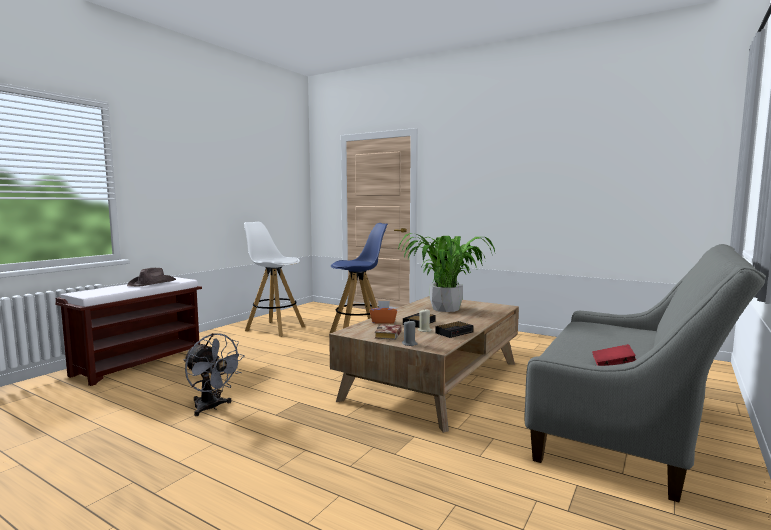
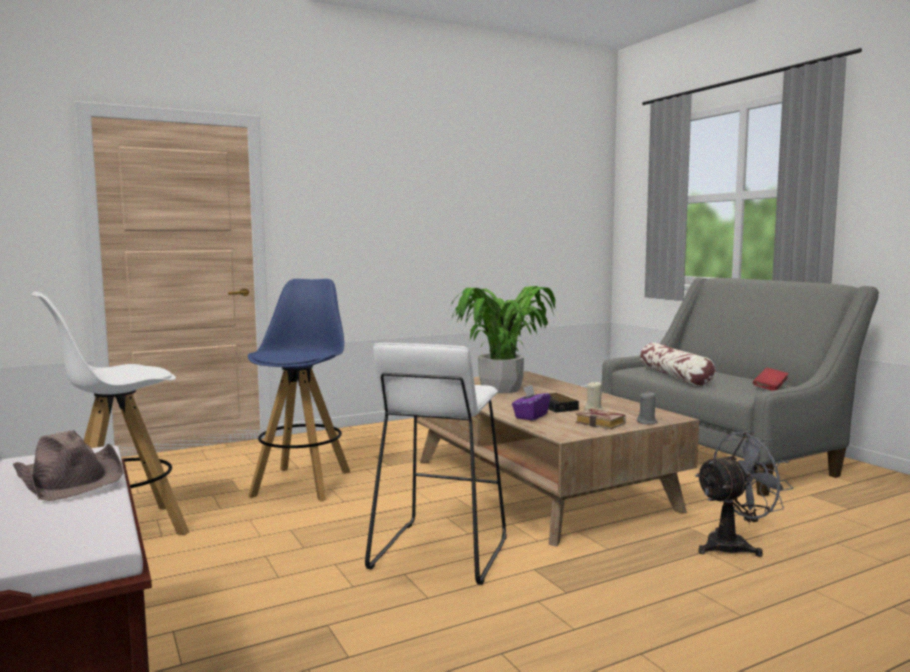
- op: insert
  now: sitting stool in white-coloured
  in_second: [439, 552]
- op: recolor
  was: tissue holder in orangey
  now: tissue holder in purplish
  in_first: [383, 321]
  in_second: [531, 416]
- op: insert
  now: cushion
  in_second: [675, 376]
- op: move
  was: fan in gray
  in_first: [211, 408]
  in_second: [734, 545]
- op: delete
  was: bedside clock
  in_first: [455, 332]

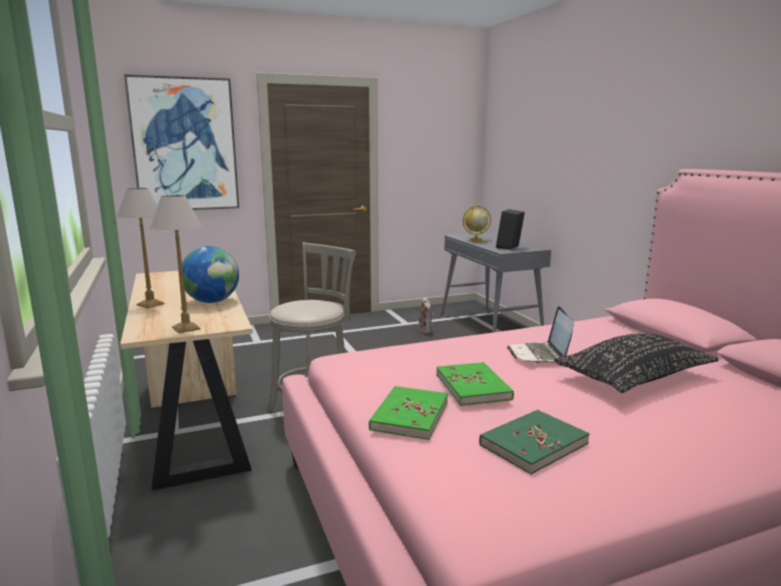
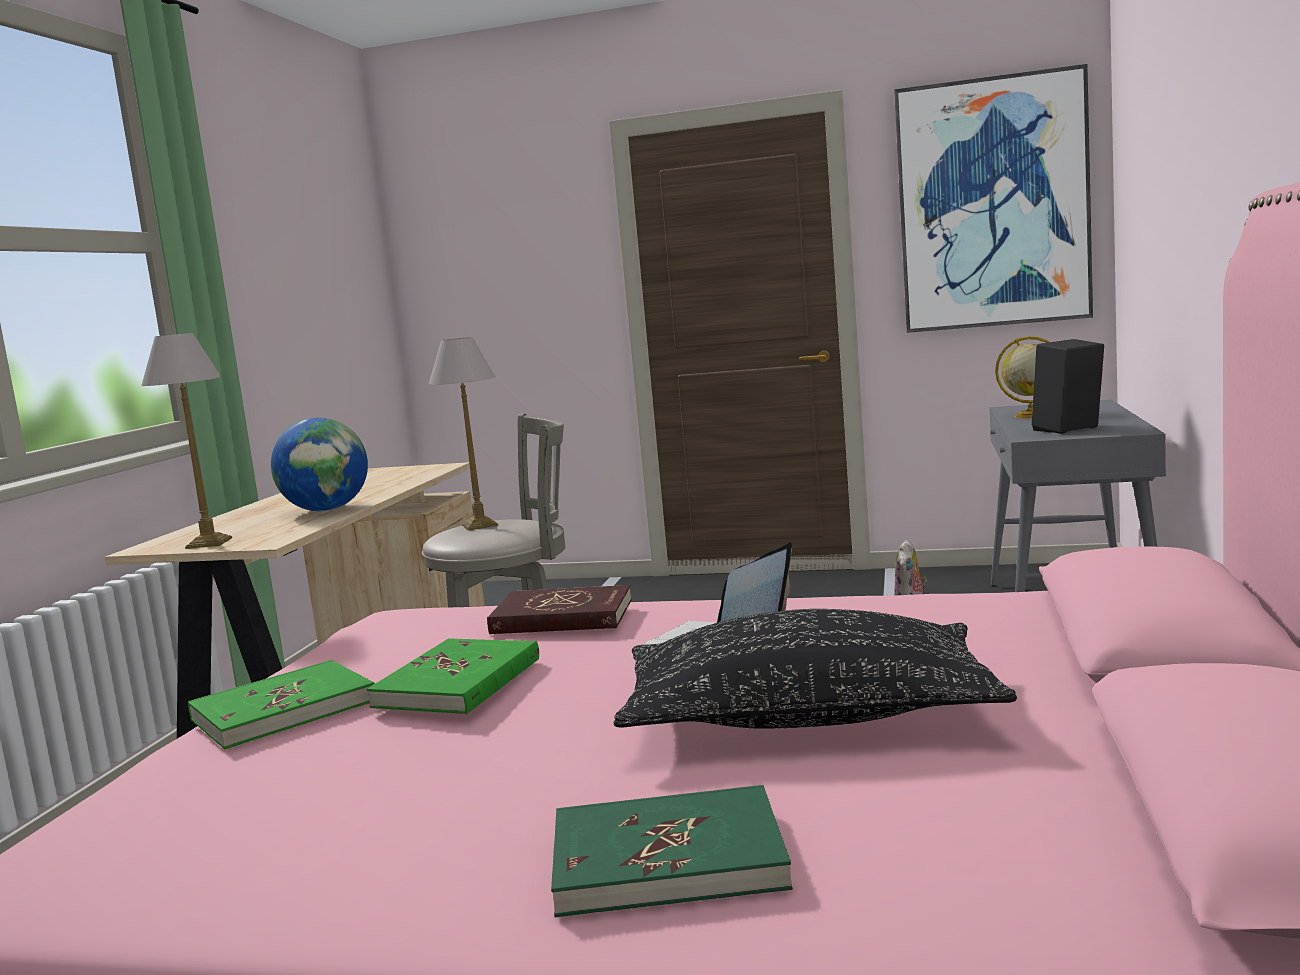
- op: move
  was: tabletop lamp
  in_first: [151, 304]
  in_second: [481, 525]
- op: insert
  now: book in reddish
  in_second: [562, 617]
- op: move
  was: book in greenish
  in_first: [533, 444]
  in_second: [668, 859]
- op: move
  was: picture
  in_first: [184, 145]
  in_second: [992, 204]

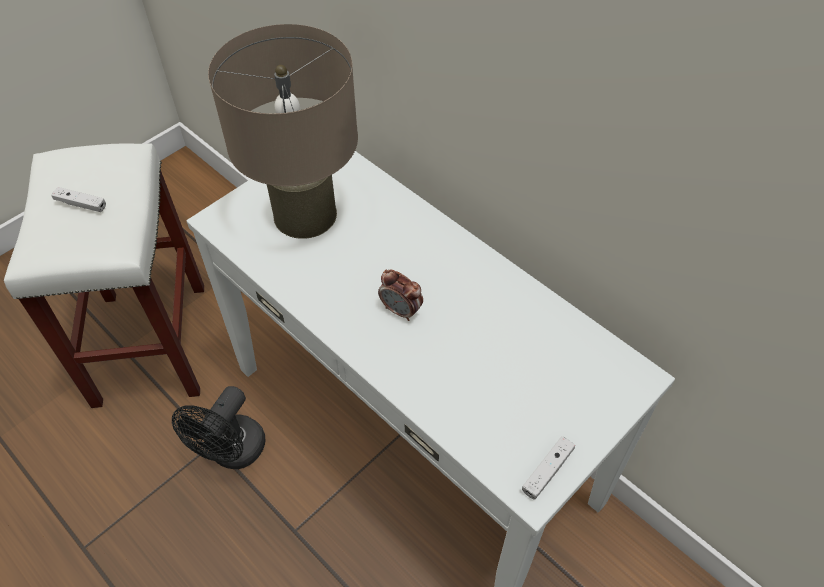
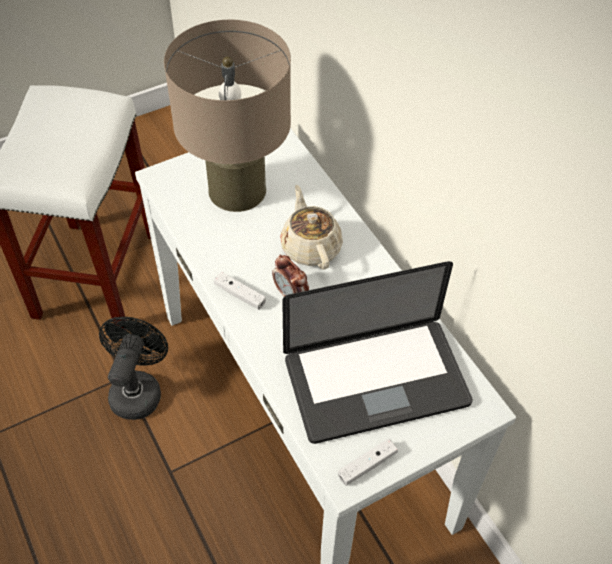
- op: rotate
  was: fan in black
  in_first: [232, 453]
  in_second: [138, 389]
  clockwise: 150
- op: move
  was: game controller in white-coloured
  in_first: [81, 204]
  in_second: [240, 295]
- op: insert
  now: tea pot in beige
  in_second: [310, 246]
- op: insert
  now: laptop
  in_second: [376, 381]

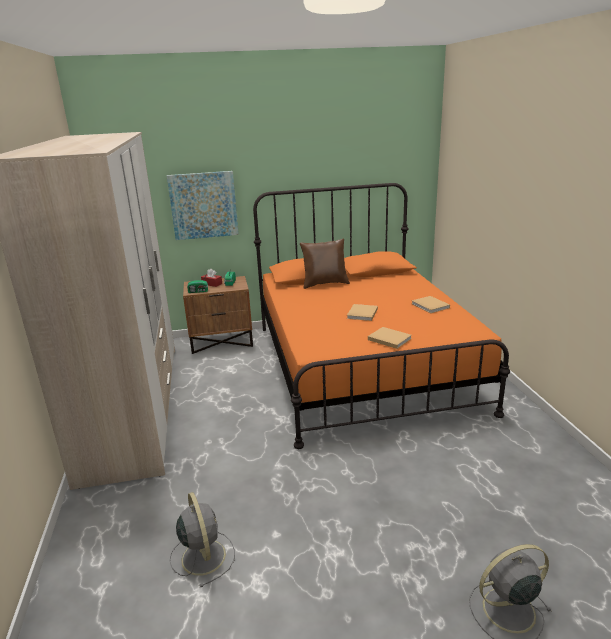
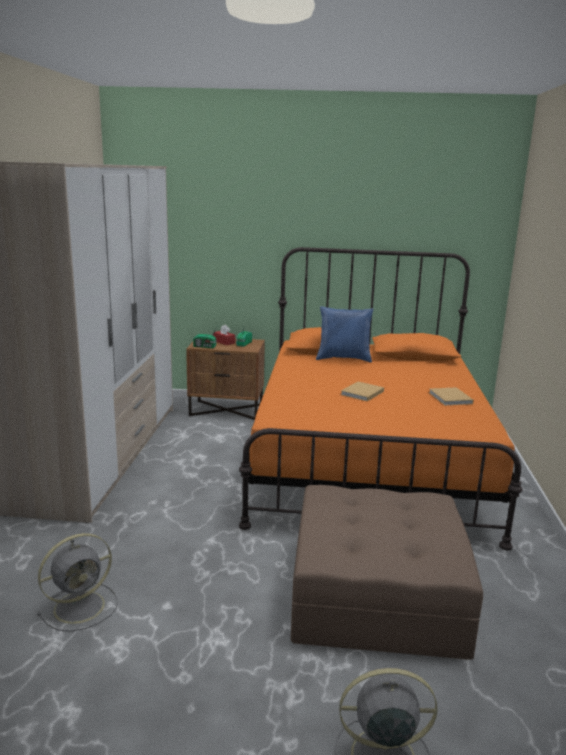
- op: rotate
  was: fan in gray
  in_first: [203, 555]
  in_second: [81, 606]
  clockwise: 60
- op: insert
  now: pouffe in brown
  in_second: [378, 593]
- op: recolor
  was: cushion in brown
  now: cushion in blue
  in_first: [325, 284]
  in_second: [344, 359]
- op: delete
  was: picture
  in_first: [203, 205]
- op: delete
  was: book in beige
  in_first: [388, 339]

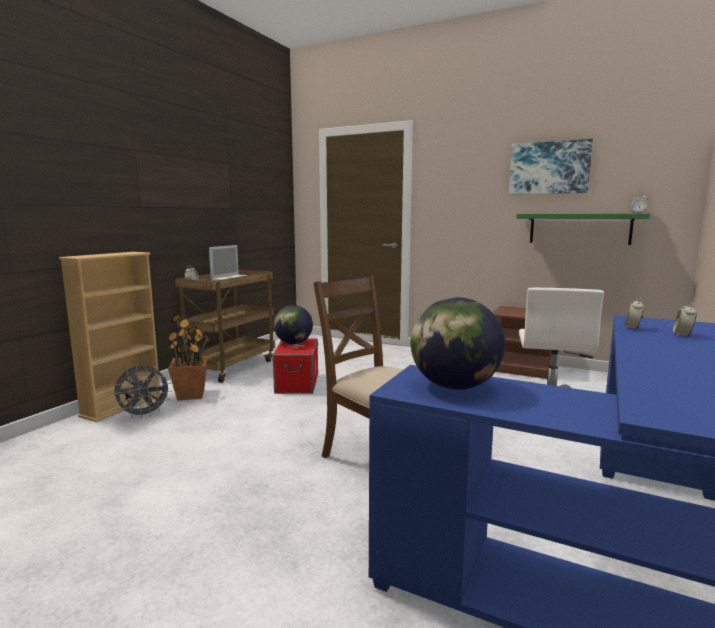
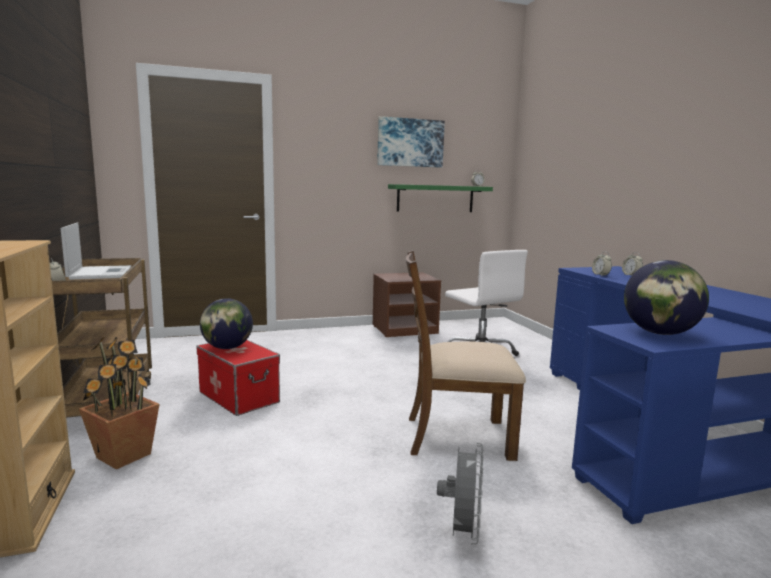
- op: move
  was: fan in gray
  in_first: [144, 415]
  in_second: [462, 532]

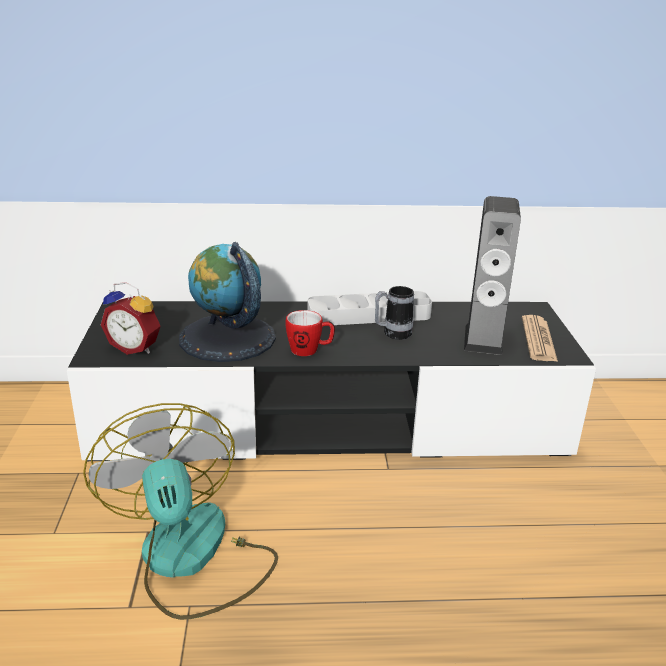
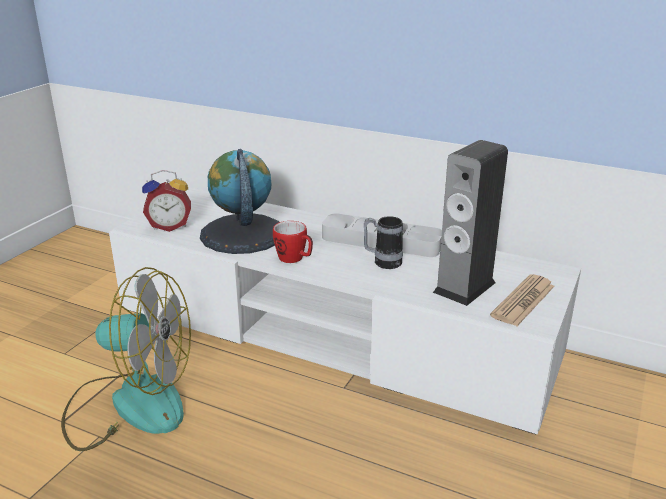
- op: rotate
  was: fan
  in_first: [191, 559]
  in_second: [130, 403]
  clockwise: 90
- op: recolor
  was: media console in black
  now: media console in white-coloured
  in_first: [330, 421]
  in_second: [333, 333]
- op: rotate
  was: bedside clock
  in_first: [135, 347]
  in_second: [170, 226]
  clockwise: -60

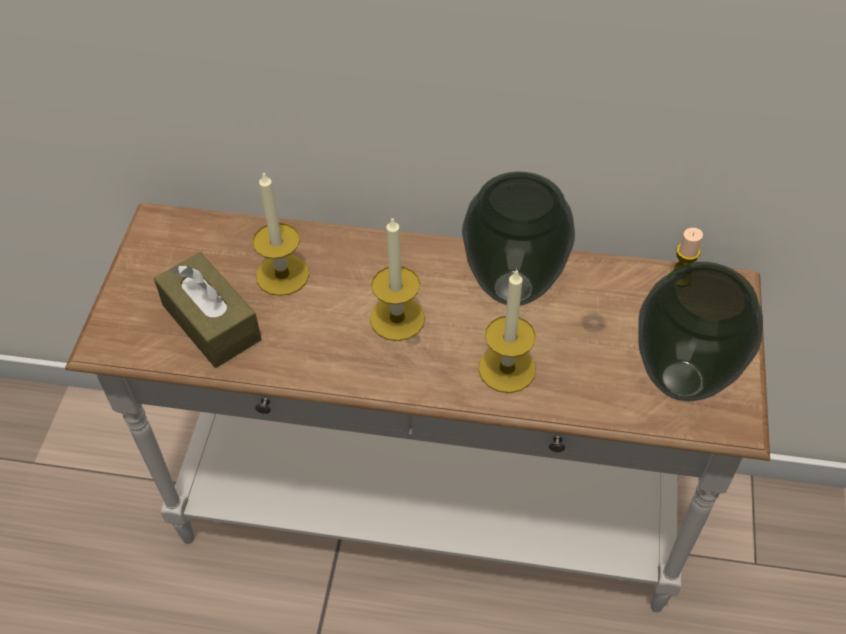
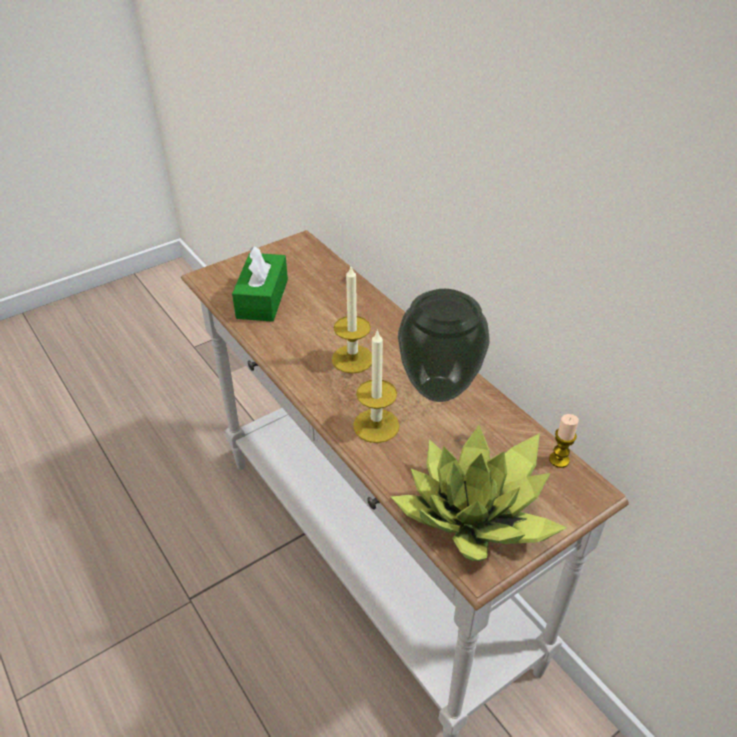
- op: recolor
  was: tissue holder in brown
  now: tissue holder in greenish
  in_first: [211, 322]
  in_second: [262, 298]
- op: replace
  was: decorative vase
  now: potted plant
  in_first: [683, 379]
  in_second: [477, 514]
- op: delete
  was: wax candle
  in_first: [282, 275]

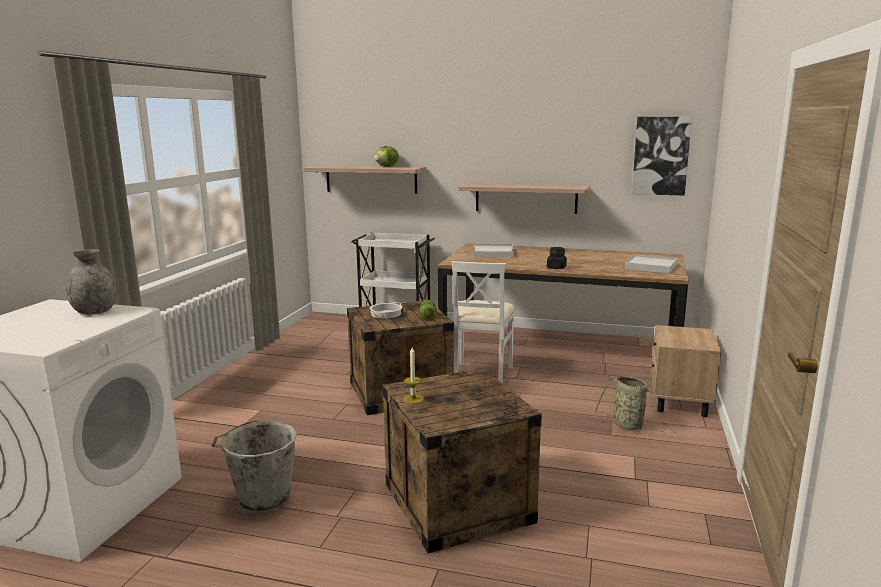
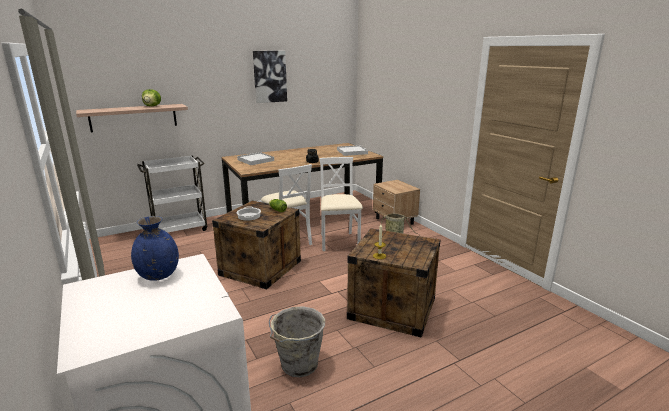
- op: recolor
  was: decorative vase in gray
  now: decorative vase in blue
  in_first: [94, 312]
  in_second: [158, 275]
- op: move
  was: picture
  in_first: [660, 156]
  in_second: [269, 76]
- op: insert
  now: upright chair in white-coloured
  in_second: [339, 242]
- op: delete
  was: bracket shelf
  in_first: [525, 198]

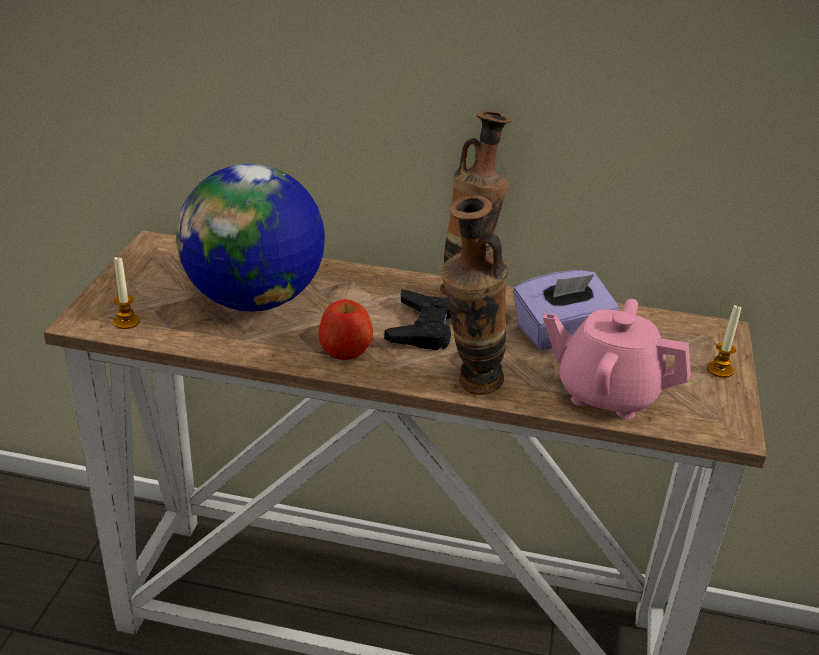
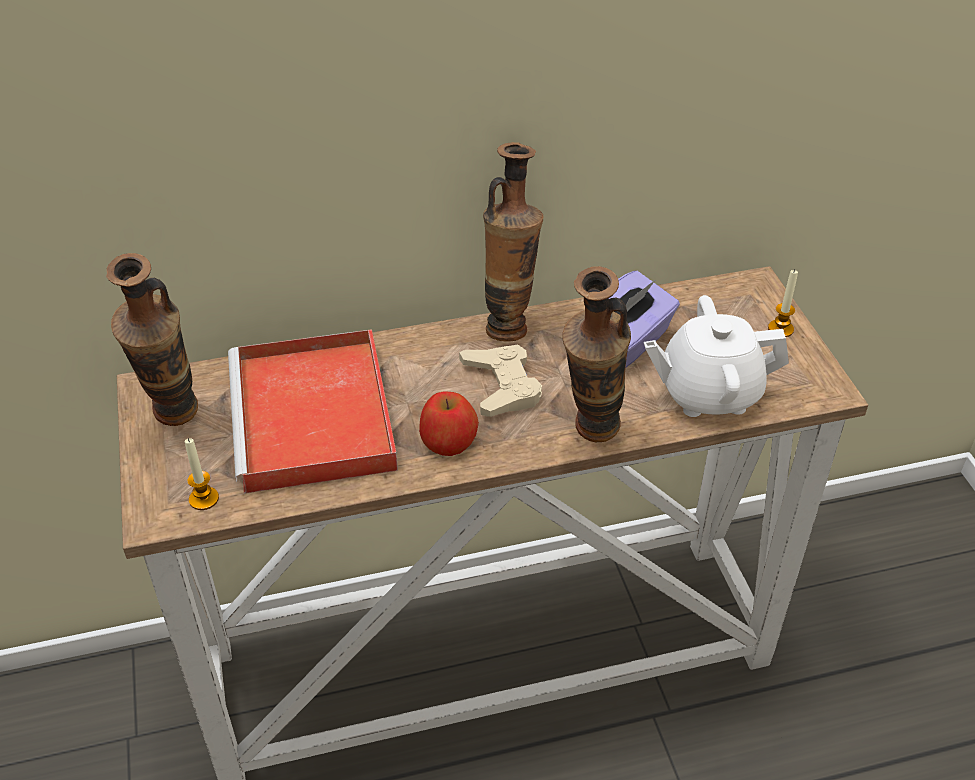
- op: insert
  now: decorative vase
  in_second: [175, 422]
- op: replace
  was: globe
  now: serving tray in reddish
  in_first: [254, 300]
  in_second: [314, 418]
- op: recolor
  was: game controller in black
  now: game controller in beige
  in_first: [423, 328]
  in_second: [501, 386]
- op: recolor
  was: tea pot in pink-coloured
  now: tea pot in white-coloured
  in_first: [606, 393]
  in_second: [708, 393]

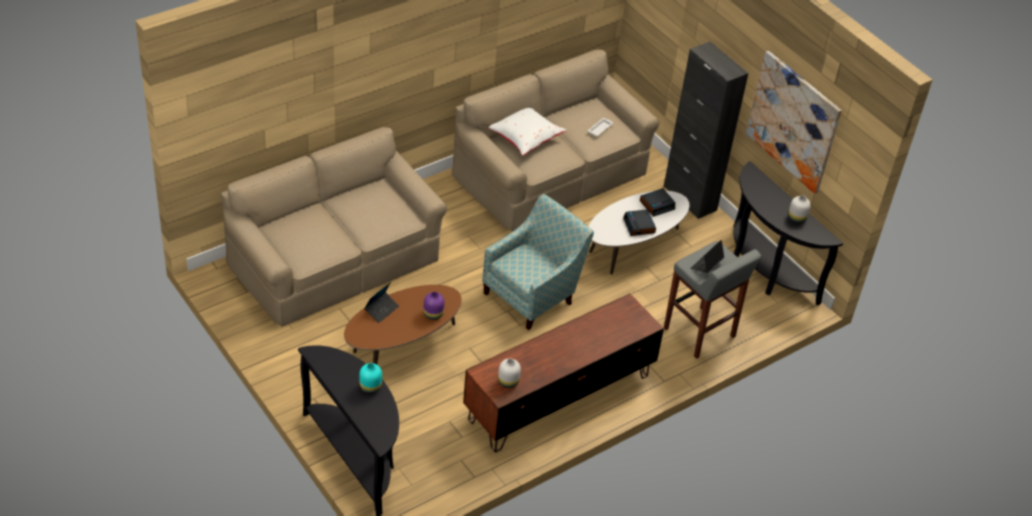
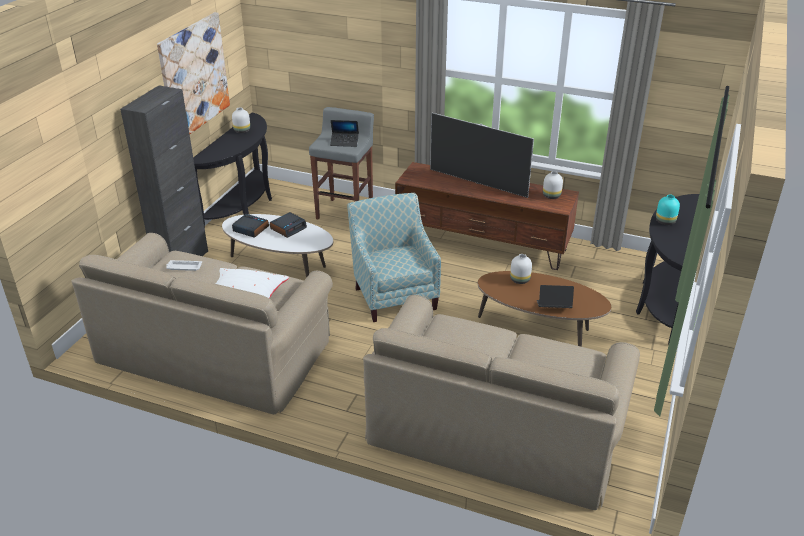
- op: rotate
  was: lounge chair
  in_first: [533, 294]
  in_second: [393, 294]
  clockwise: 60
- op: insert
  now: TV
  in_second: [478, 183]
- op: recolor
  was: decorative vase in purplish
  now: decorative vase in white-coloured
  in_first: [434, 314]
  in_second: [519, 279]

